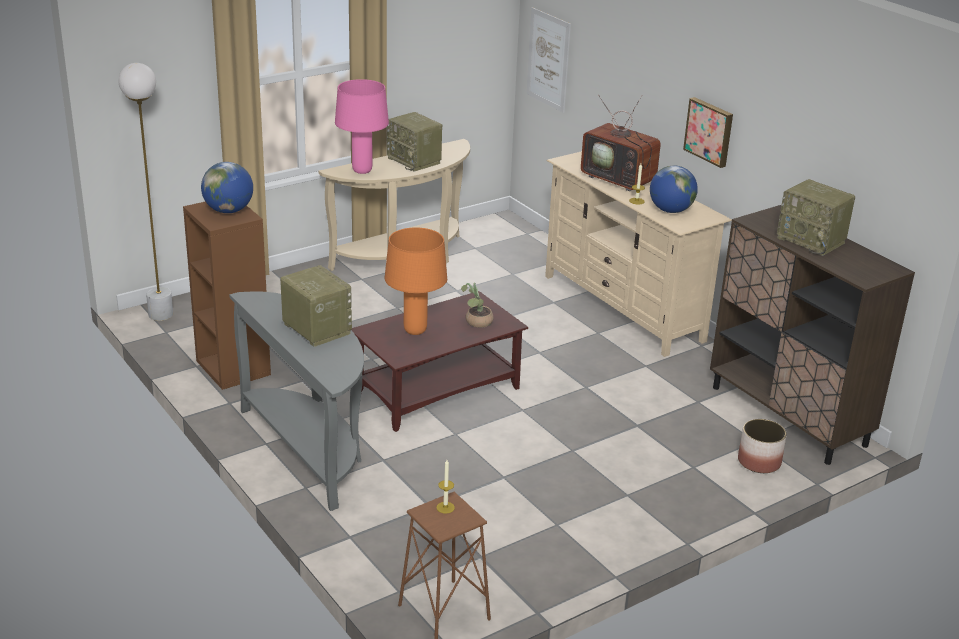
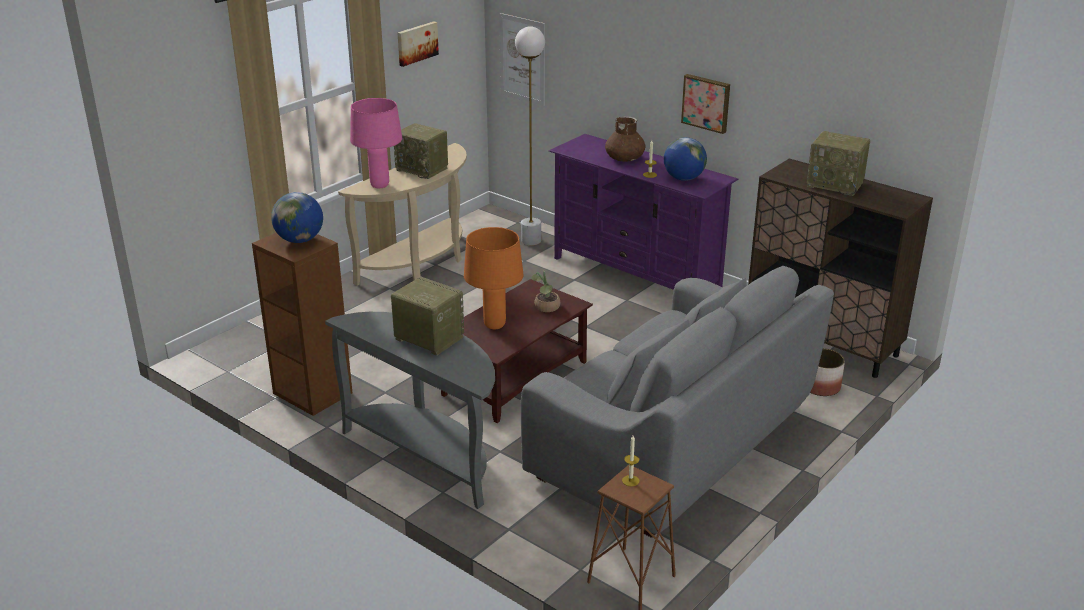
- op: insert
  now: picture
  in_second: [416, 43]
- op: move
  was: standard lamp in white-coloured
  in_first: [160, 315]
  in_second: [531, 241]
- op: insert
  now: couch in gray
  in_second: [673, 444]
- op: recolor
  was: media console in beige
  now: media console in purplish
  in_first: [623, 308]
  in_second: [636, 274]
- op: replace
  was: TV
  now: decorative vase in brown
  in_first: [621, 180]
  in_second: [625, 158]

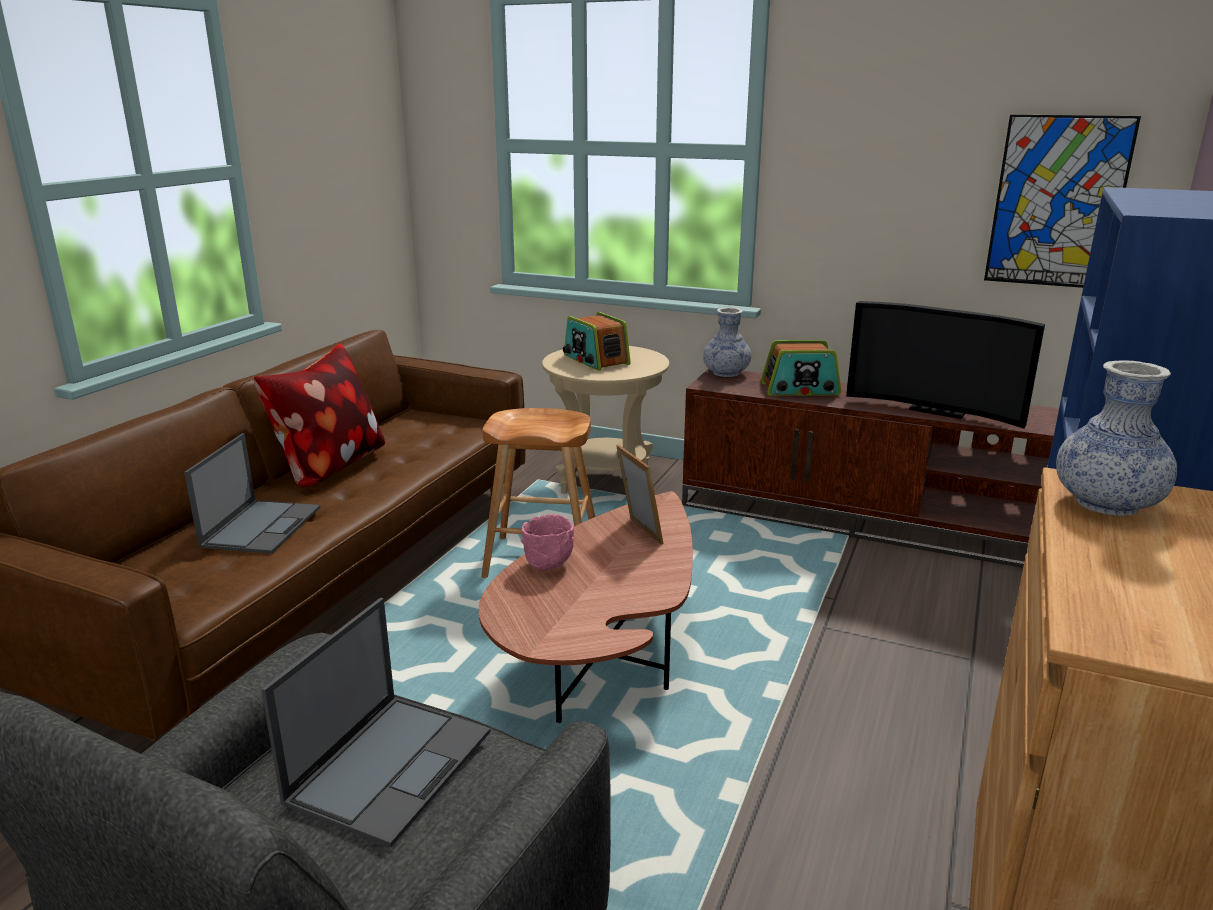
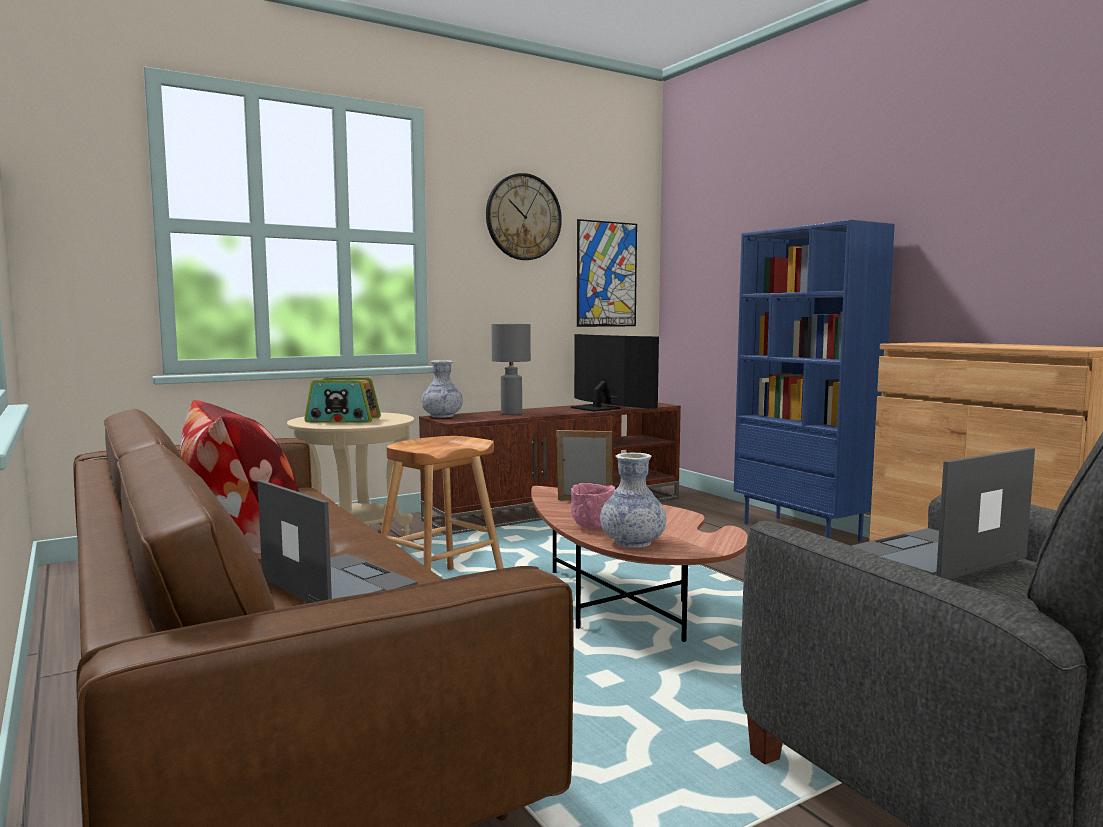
- op: insert
  now: wall clock
  in_second: [523, 217]
- op: replace
  was: radio receiver
  now: tabletop lamp in gray
  in_first: [800, 389]
  in_second: [511, 413]
- op: rotate
  was: TV
  in_first: [937, 410]
  in_second: [601, 408]
  clockwise: -105
- op: move
  was: decorative vase
  in_first: [1106, 504]
  in_second: [632, 543]
- op: rotate
  was: laptop
  in_first: [391, 765]
  in_second: [933, 556]
  clockwise: -90

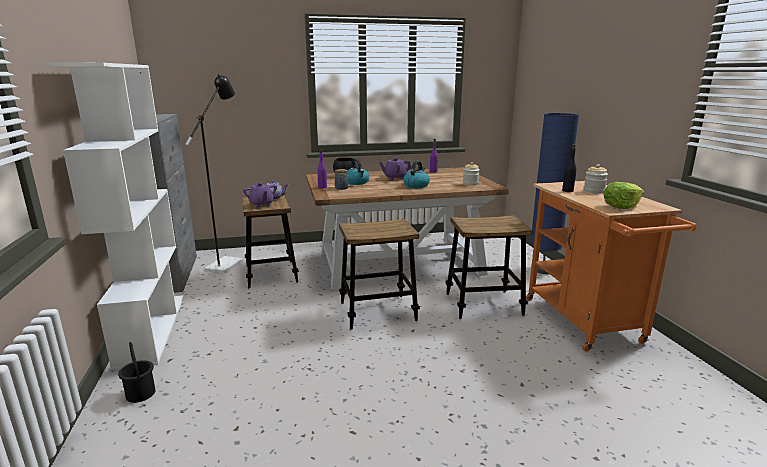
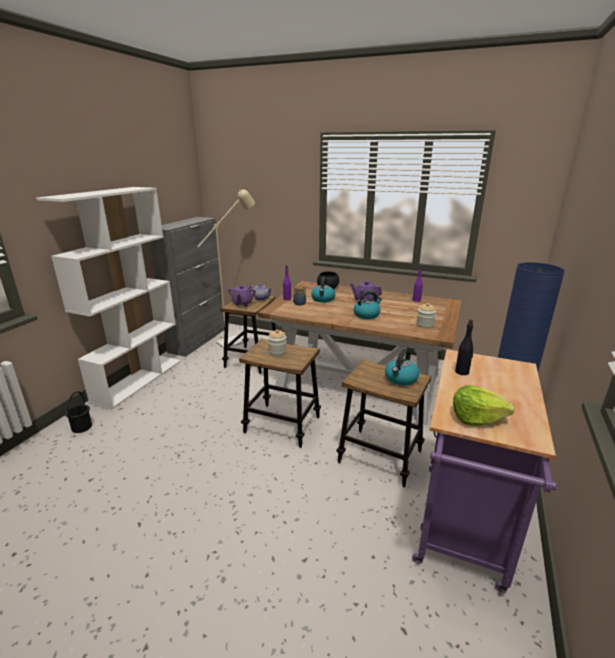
- op: recolor
  was: standard lamp in black
  now: standard lamp in beige
  in_first: [228, 263]
  in_second: [237, 340]
- op: move
  was: preserve jar
  in_first: [594, 191]
  in_second: [277, 352]
- op: insert
  now: tea kettle
  in_second: [401, 379]
- op: recolor
  was: trolley in orangey
  now: trolley in purplish
  in_first: [587, 324]
  in_second: [462, 530]

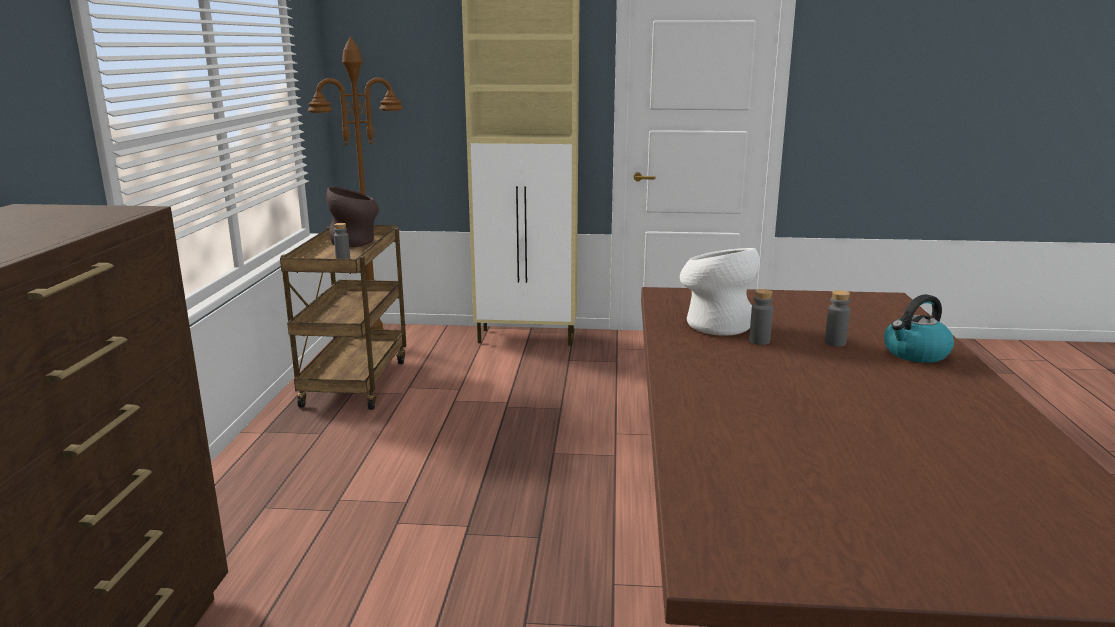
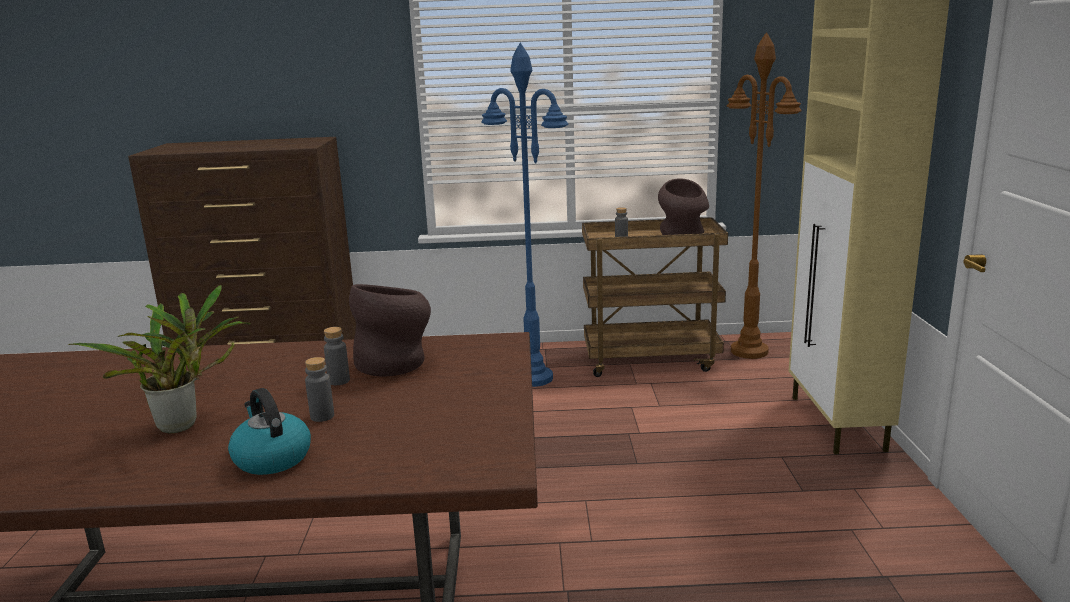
- op: insert
  now: potted plant
  in_second: [184, 425]
- op: recolor
  was: decorative vase in white-coloured
  now: decorative vase in brown
  in_first: [715, 324]
  in_second: [395, 363]
- op: insert
  now: standard lamp in blue
  in_second: [534, 378]

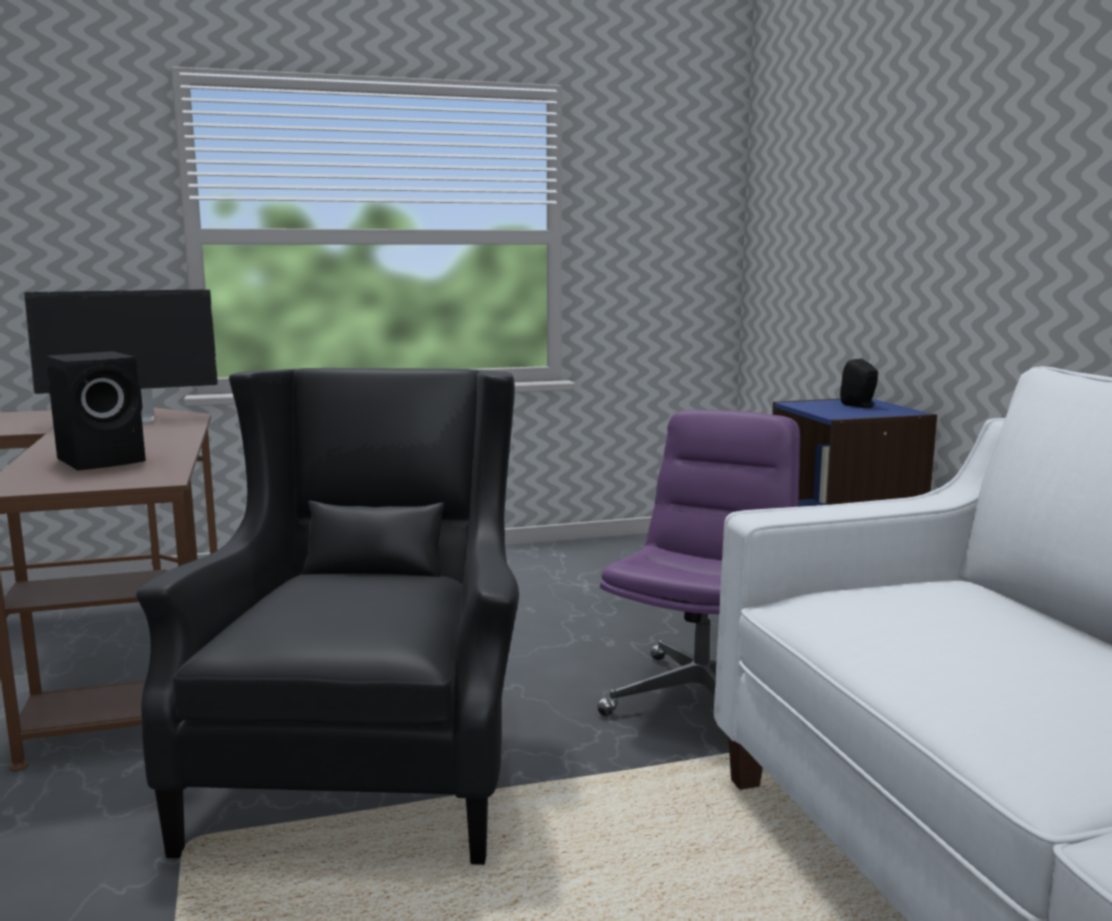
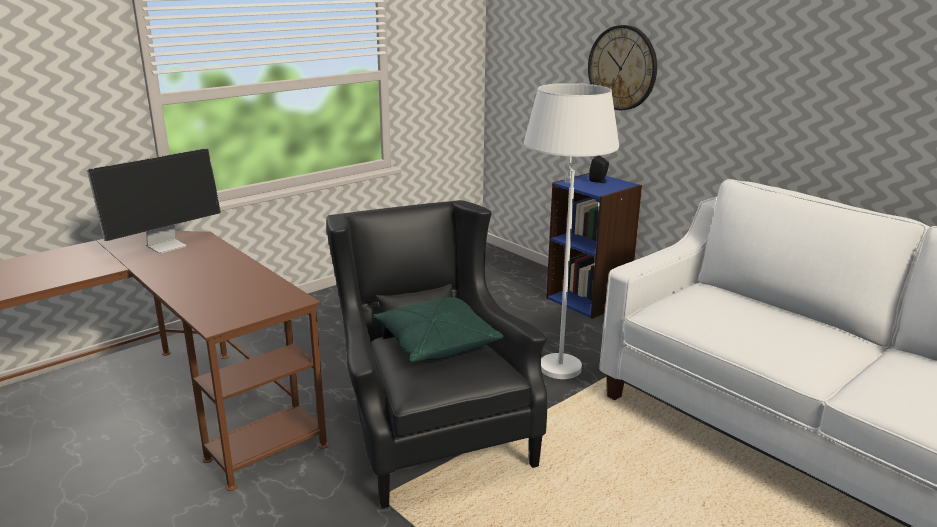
- op: insert
  now: cushion in greenish
  in_second: [436, 344]
- op: replace
  was: office chair in purplish
  now: standard lamp in white-coloured
  in_first: [700, 698]
  in_second: [557, 356]
- op: insert
  now: wall clock
  in_second: [622, 68]
- op: delete
  was: loudspeaker in black
  in_first: [105, 460]

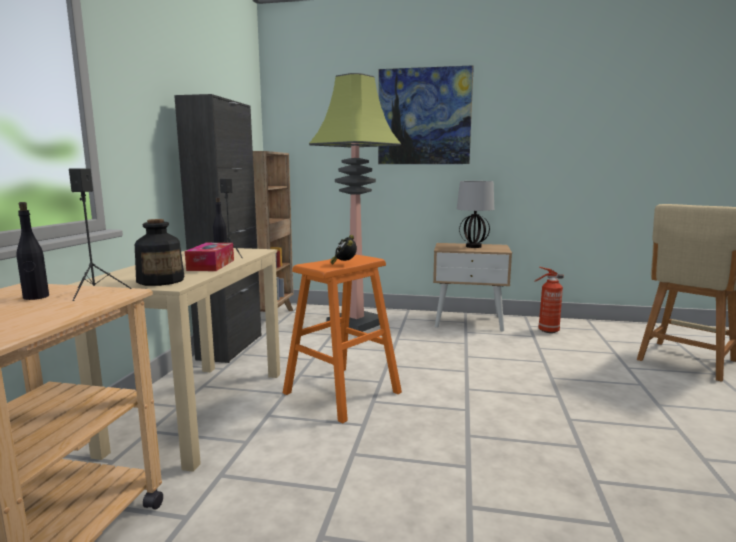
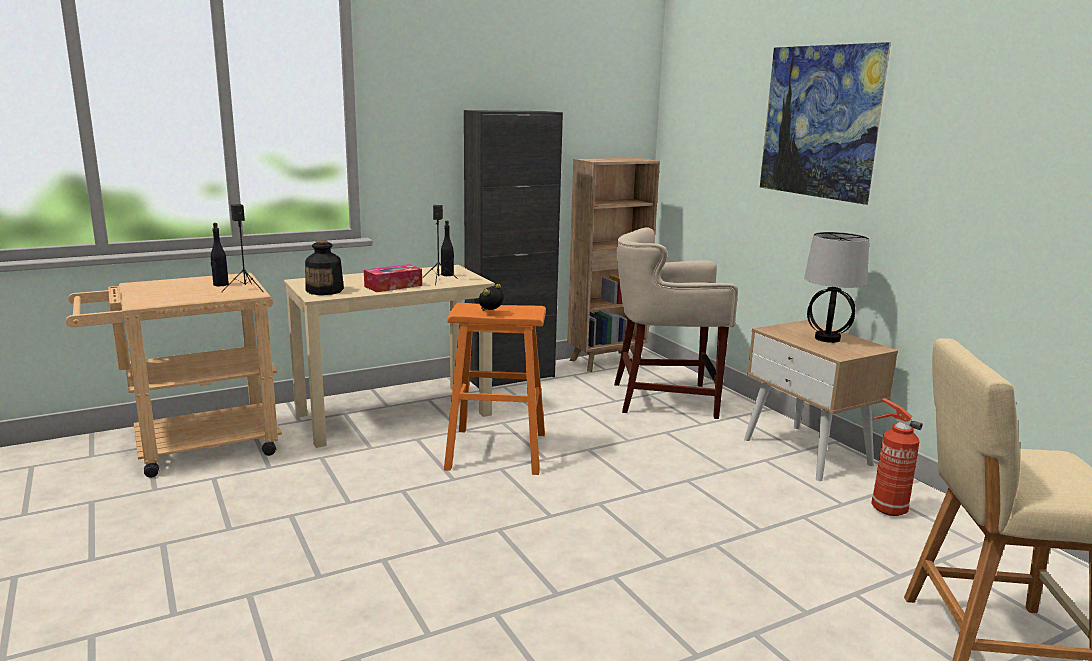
- op: replace
  was: standard lamp
  now: sitting stool in beige
  in_first: [355, 323]
  in_second: [666, 400]

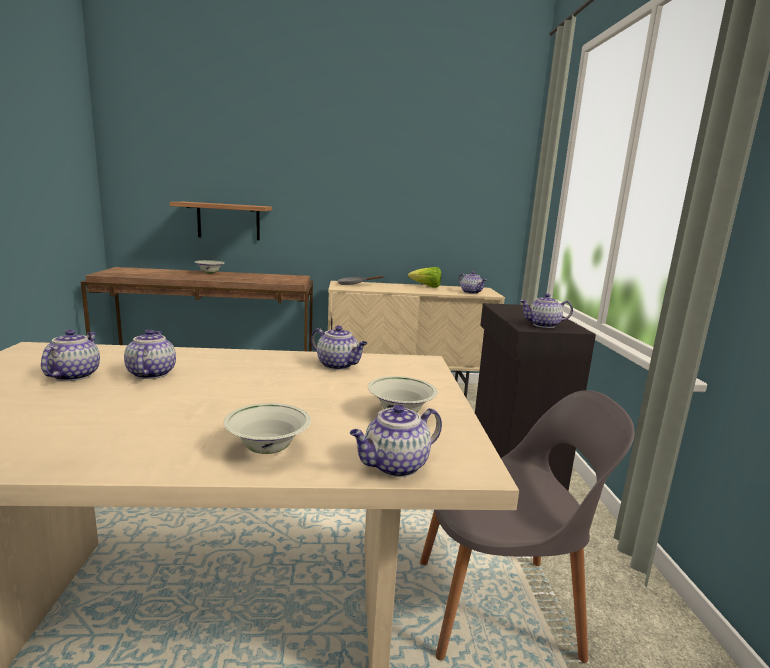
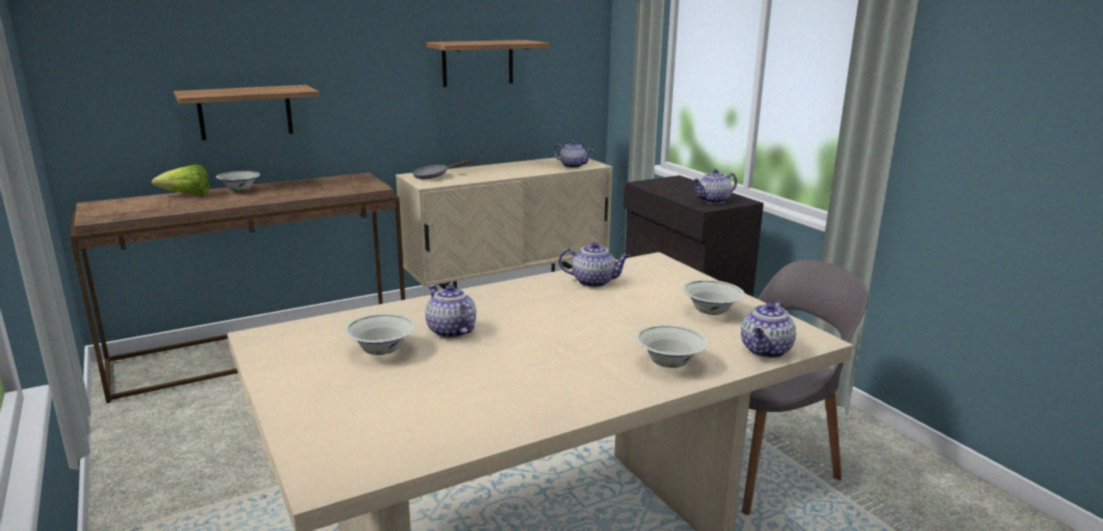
- op: move
  was: lettuce
  in_first: [426, 286]
  in_second: [187, 196]
- op: replace
  was: tea pot
  now: serving bowl in white-coloured
  in_first: [73, 375]
  in_second: [381, 352]
- op: insert
  now: bracket shelf
  in_second: [478, 63]

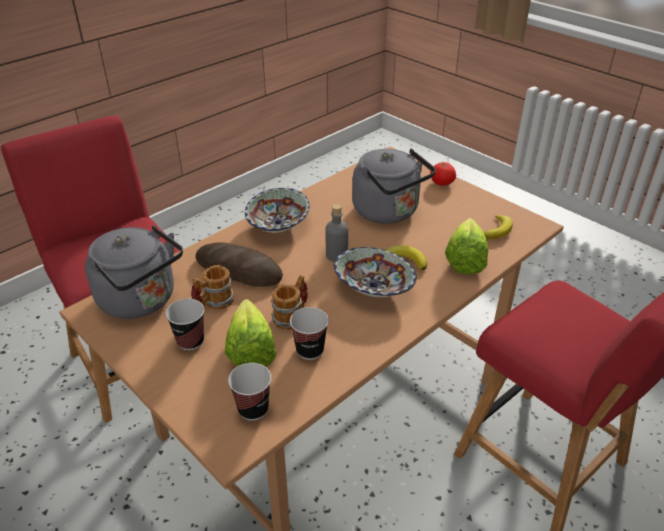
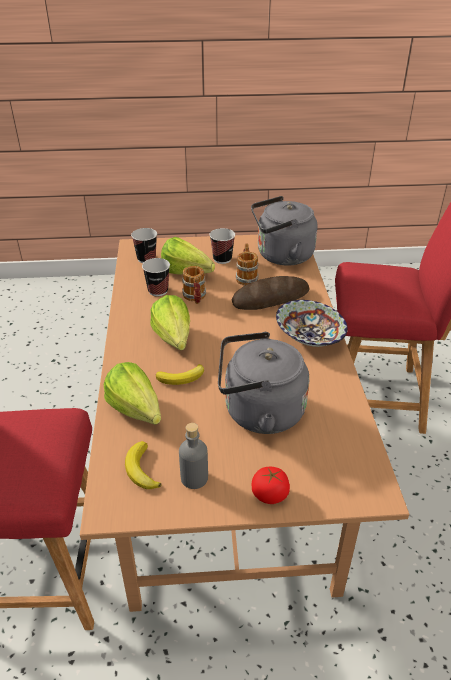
- op: replace
  was: serving bowl
  now: lettuce
  in_first: [373, 289]
  in_second: [173, 342]
- op: move
  was: beverage bottle in gray
  in_first: [336, 255]
  in_second: [194, 478]

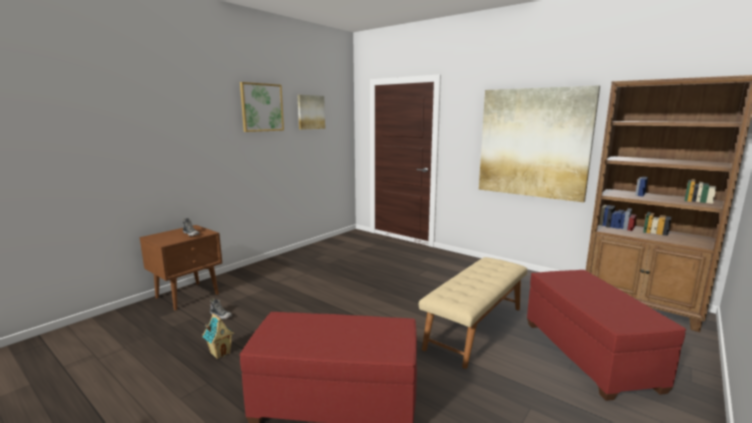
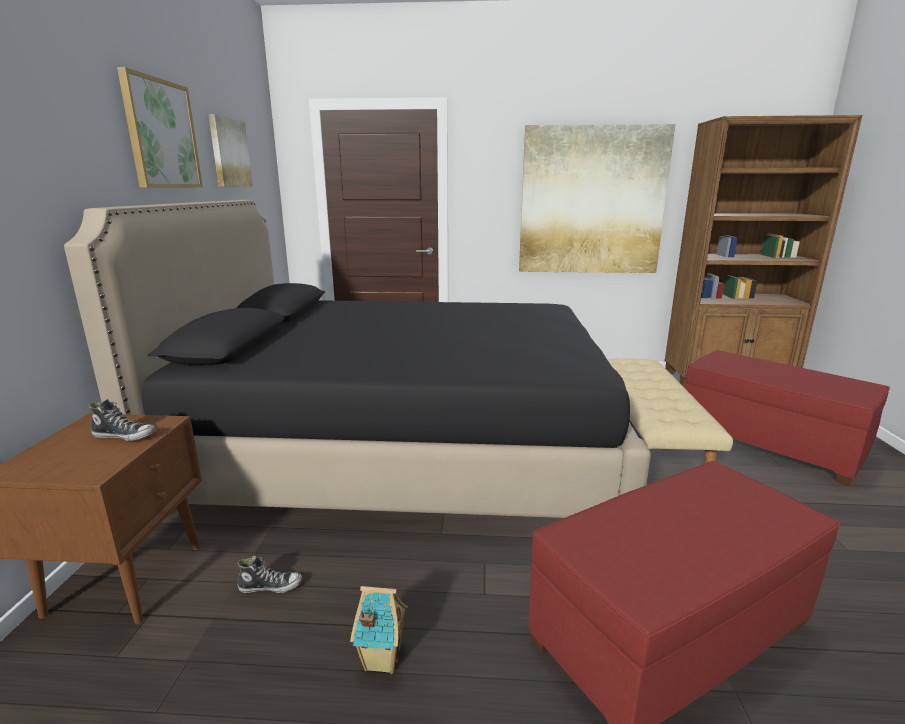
- op: insert
  now: bed in black
  in_second: [404, 446]

